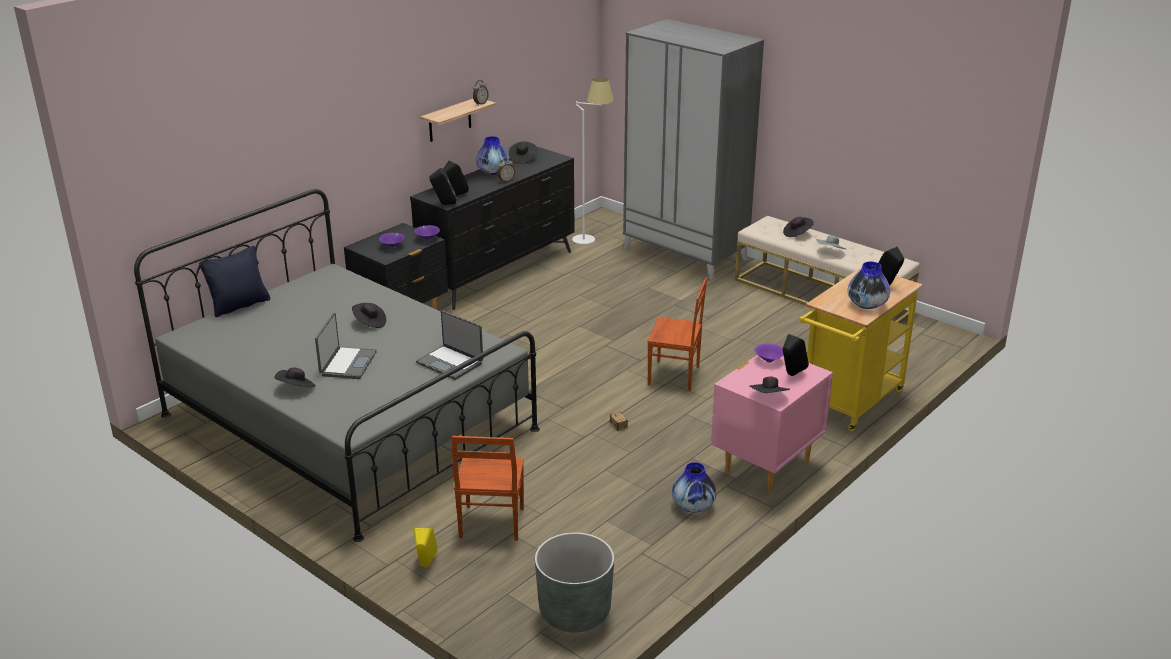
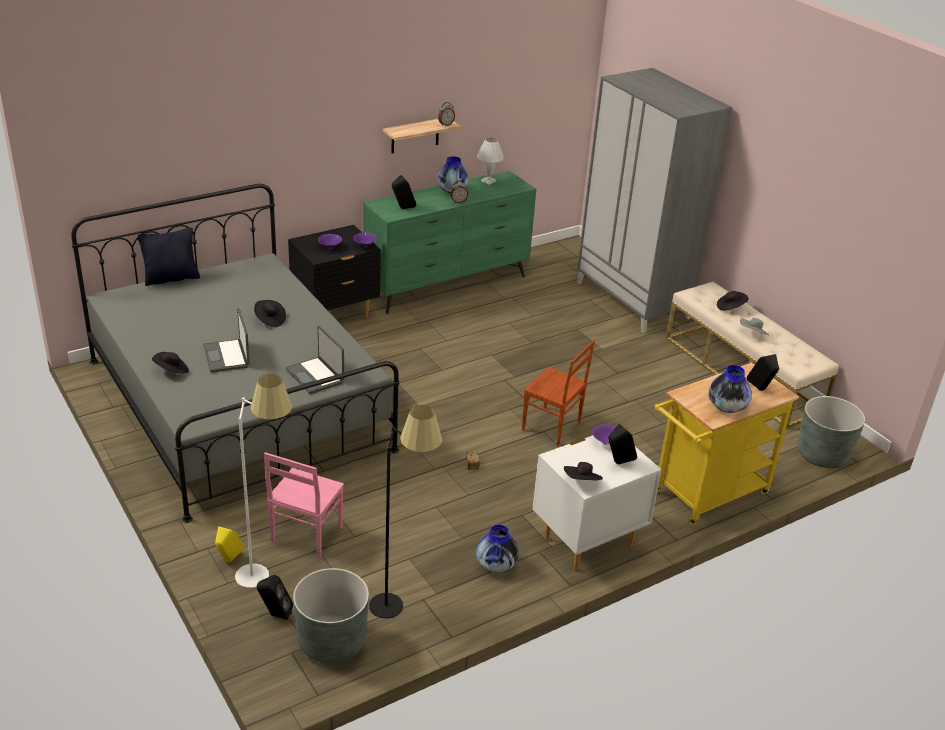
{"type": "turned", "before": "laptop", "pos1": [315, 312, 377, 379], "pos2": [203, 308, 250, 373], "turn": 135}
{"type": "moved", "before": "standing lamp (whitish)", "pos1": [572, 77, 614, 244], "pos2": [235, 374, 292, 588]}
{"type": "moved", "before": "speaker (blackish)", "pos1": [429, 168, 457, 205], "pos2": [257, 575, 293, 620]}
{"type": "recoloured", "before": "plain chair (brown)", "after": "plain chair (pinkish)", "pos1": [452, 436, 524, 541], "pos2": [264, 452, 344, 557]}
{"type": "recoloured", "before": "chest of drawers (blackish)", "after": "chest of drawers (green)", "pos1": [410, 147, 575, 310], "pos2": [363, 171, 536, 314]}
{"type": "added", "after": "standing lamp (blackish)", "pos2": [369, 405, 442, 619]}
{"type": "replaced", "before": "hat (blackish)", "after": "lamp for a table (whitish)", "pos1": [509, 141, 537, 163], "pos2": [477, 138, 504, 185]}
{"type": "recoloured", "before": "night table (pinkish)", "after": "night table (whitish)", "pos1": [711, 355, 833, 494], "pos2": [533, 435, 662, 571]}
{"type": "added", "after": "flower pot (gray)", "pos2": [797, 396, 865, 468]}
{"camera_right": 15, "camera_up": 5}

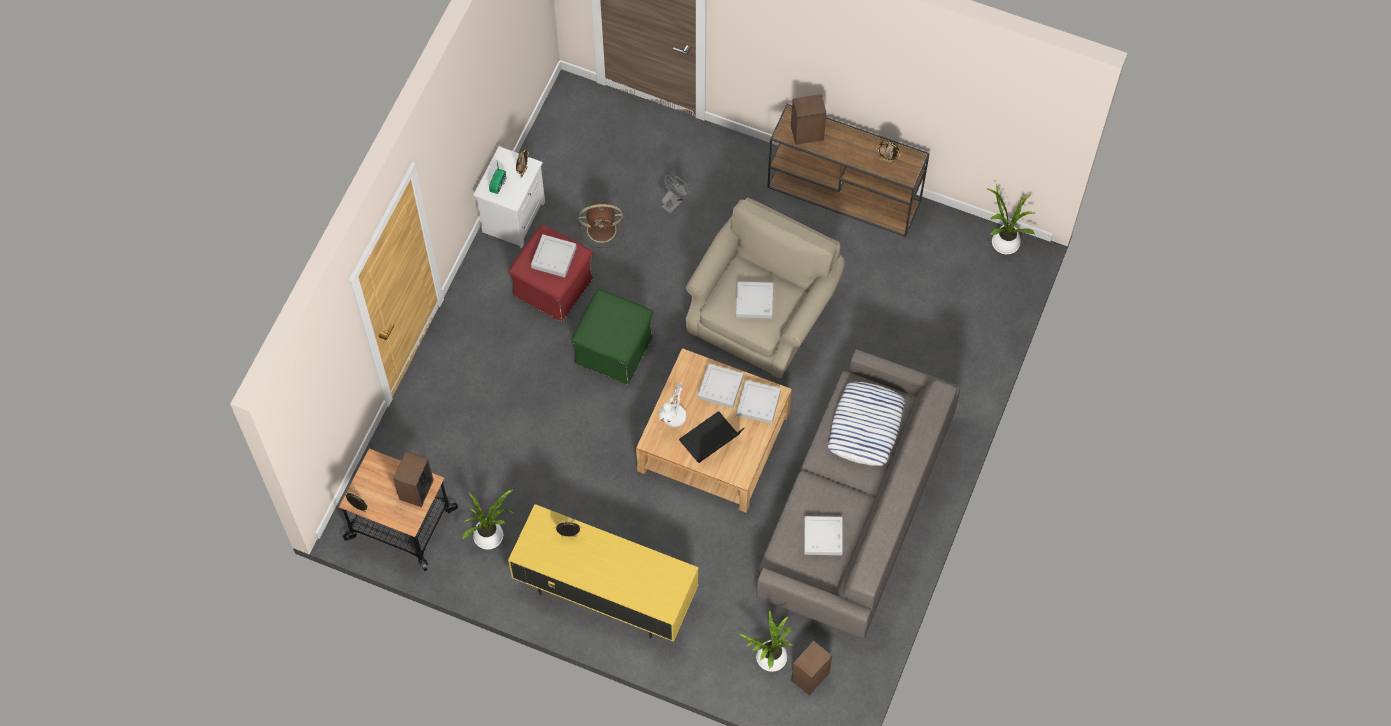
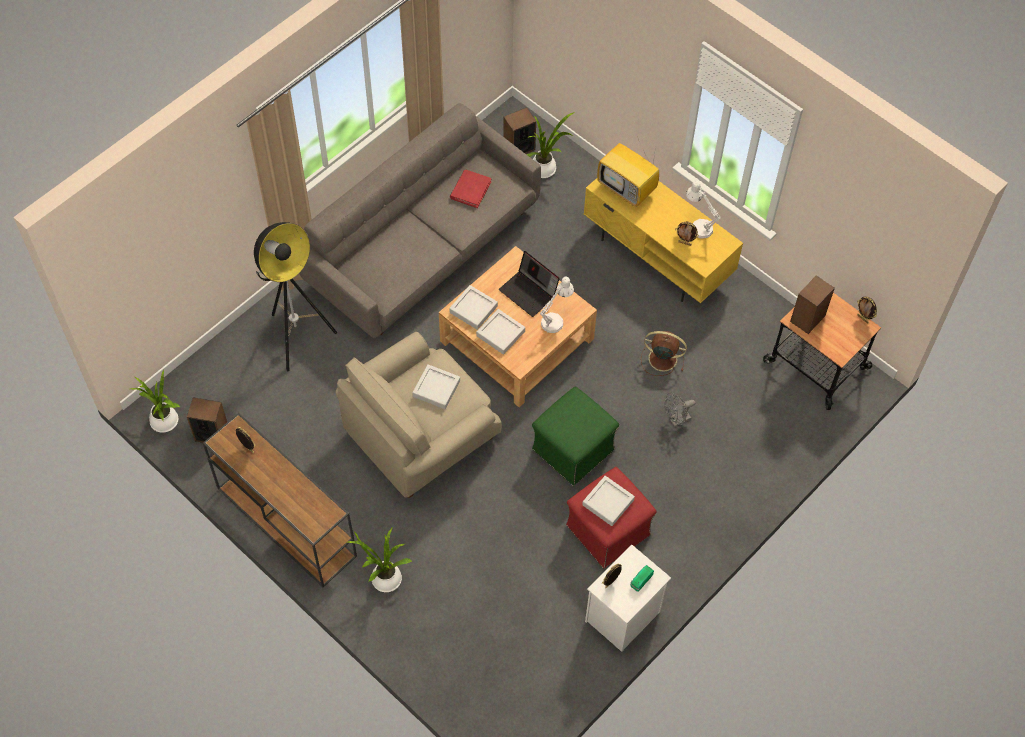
{"type": "moved", "before": "speaker", "pos1": [791, 94, 827, 145], "pos2": [187, 398, 227, 443]}
{"type": "added", "after": "standing lamp", "pos2": [254, 222, 337, 371]}
{"type": "moved", "before": "houseplant", "pos1": [462, 489, 513, 549], "pos2": [346, 528, 413, 592]}
{"type": "replaced", "before": "tray (gray)", "after": "volume (reddish)", "pos1": [804, 516, 843, 555], "pos2": [450, 170, 491, 208]}
{"type": "turned", "before": "laptop", "pos1": [679, 411, 744, 463], "pos2": [499, 251, 560, 317], "turn": 60}
{"type": "added", "after": "television", "pos2": [597, 139, 659, 207]}
{"type": "moved", "before": "electric fan (brown)", "pos1": [578, 202, 624, 248], "pos2": [641, 331, 687, 376]}
{"type": "moved", "before": "electric fan (gray)", "pos1": [661, 175, 690, 214], "pos2": [664, 392, 695, 427]}
{"type": "added", "after": "lamp for a table (whitish)", "pos2": [686, 181, 721, 239]}
{"type": "removed", "before": "throw pillow", "pos1": [828, 382, 905, 466]}
{"camera_right": -160, "camera_up": -5}

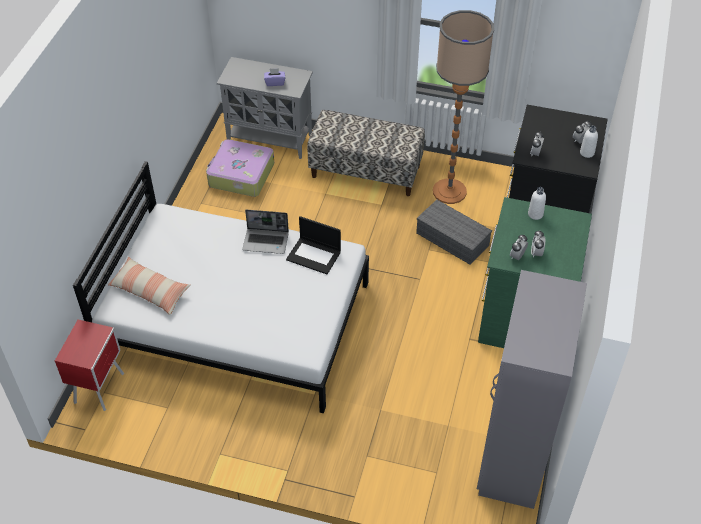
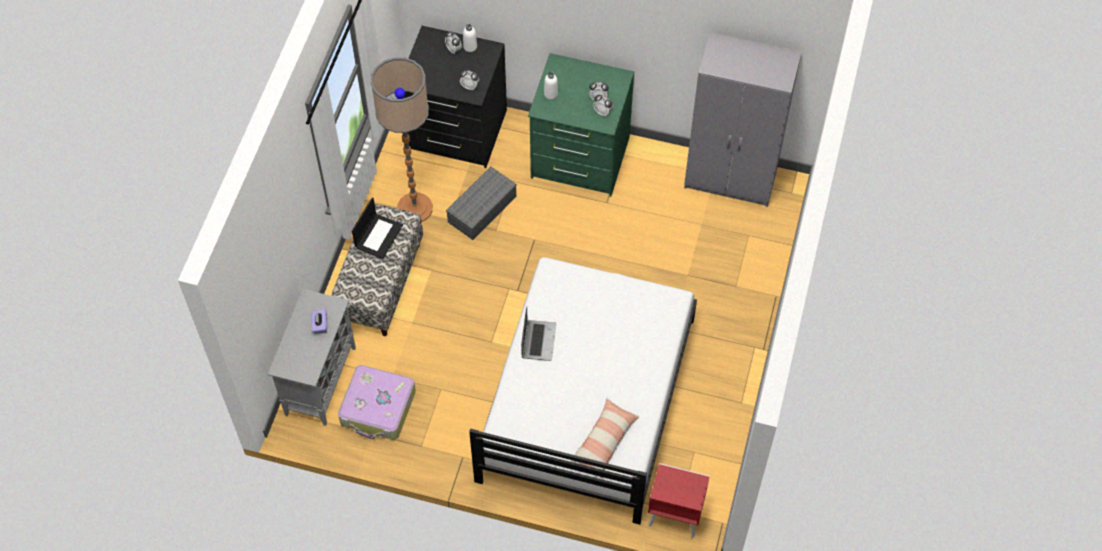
{"type": "moved", "before": "laptop", "pos1": [286, 216, 341, 274], "pos2": [352, 198, 403, 259]}
{"camera_right": -90, "camera_up": 10}

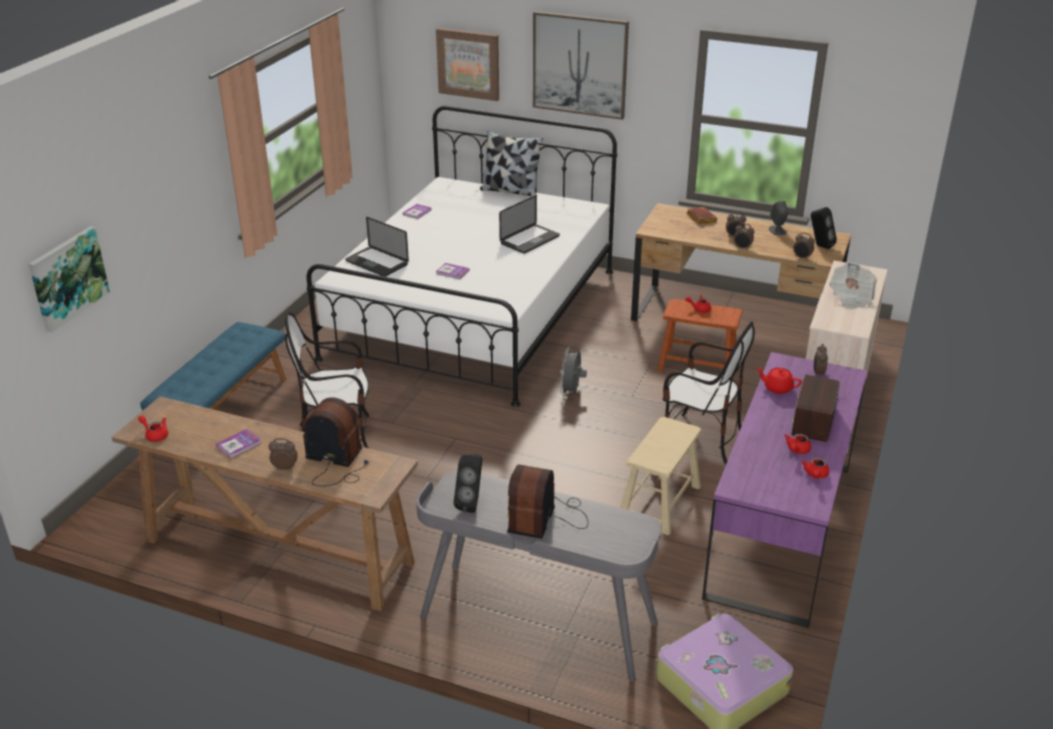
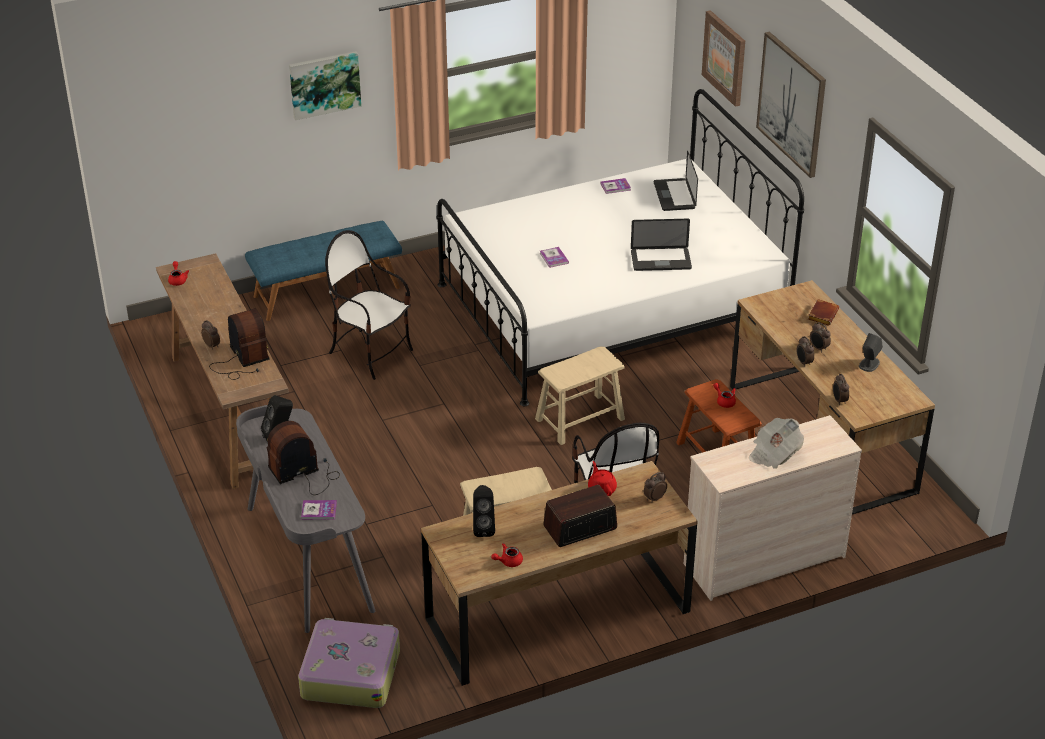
{"type": "moved", "before": "wall picture", "pos1": [28, 226, 110, 333], "pos2": [289, 51, 361, 120]}
{"type": "moved", "before": "volume", "pos1": [216, 429, 261, 458], "pos2": [301, 500, 337, 520]}
{"type": "recoloured", "before": "desk (purplish)", "after": "desk (brown)", "pos1": [702, 352, 867, 629], "pos2": [421, 461, 698, 686]}
{"type": "moved", "before": "speaker (blackish)", "pos1": [811, 207, 837, 249], "pos2": [473, 485, 495, 537]}
{"type": "replaced", "before": "electric fan (gray)", "after": "sitting stool (sand-coloured)", "pos1": [559, 347, 587, 396], "pos2": [535, 347, 625, 445]}
{"type": "moved", "before": "laptop", "pos1": [345, 217, 409, 277], "pos2": [654, 150, 698, 211]}
{"type": "removed", "before": "throw pillow", "pos1": [480, 131, 543, 196]}
{"type": "removed", "before": "teapot (reddish)", "pos1": [784, 434, 811, 454]}
{"camera_right": 45, "camera_up": 5}

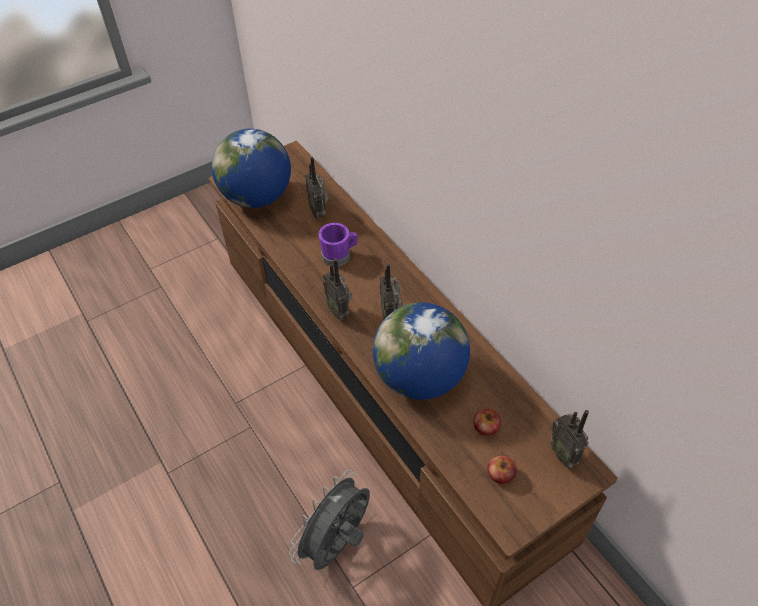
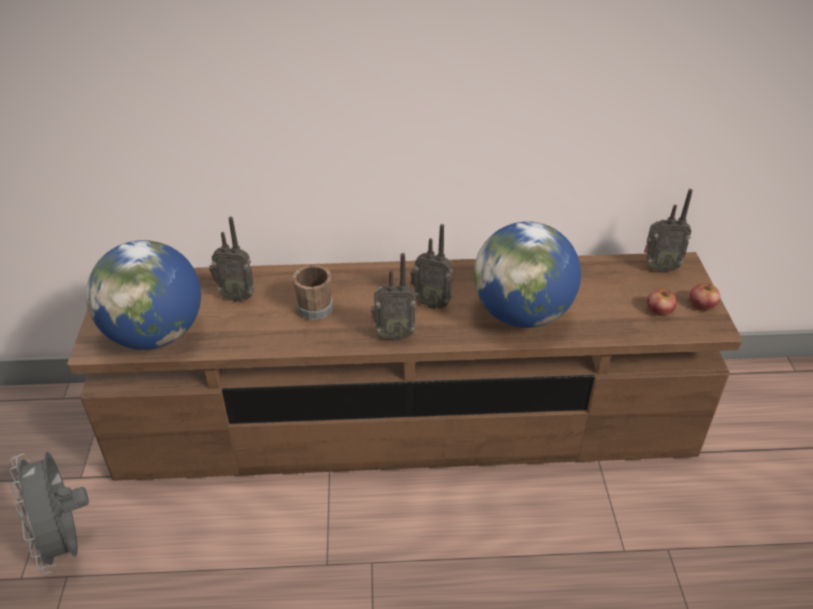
{"type": "moved", "before": "electric fan (gray)", "pos1": [289, 470, 370, 570], "pos2": [9, 452, 89, 574]}
{"type": "recoloured", "before": "mug (purplish)", "after": "mug (brown)", "pos1": [318, 223, 357, 267], "pos2": [293, 265, 333, 320]}
{"type": "moved", "before": "whole apple", "pos1": [473, 409, 501, 436], "pos2": [690, 283, 720, 311]}
{"camera_right": -60, "camera_up": -10}

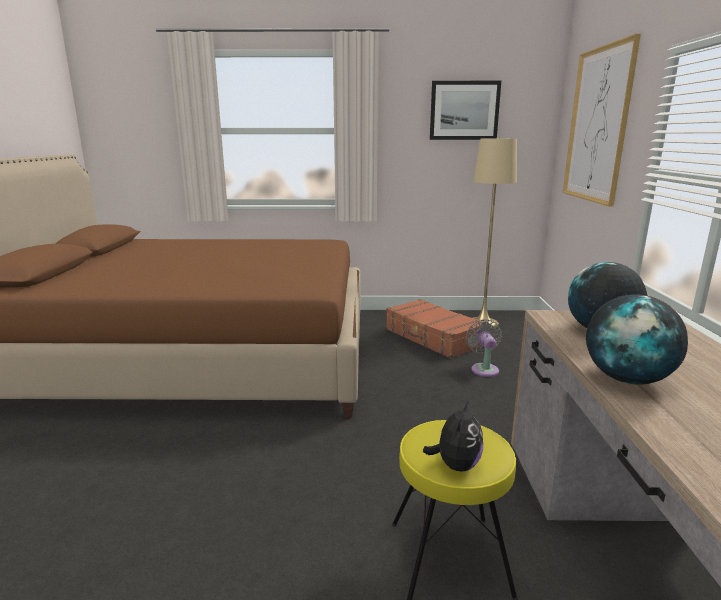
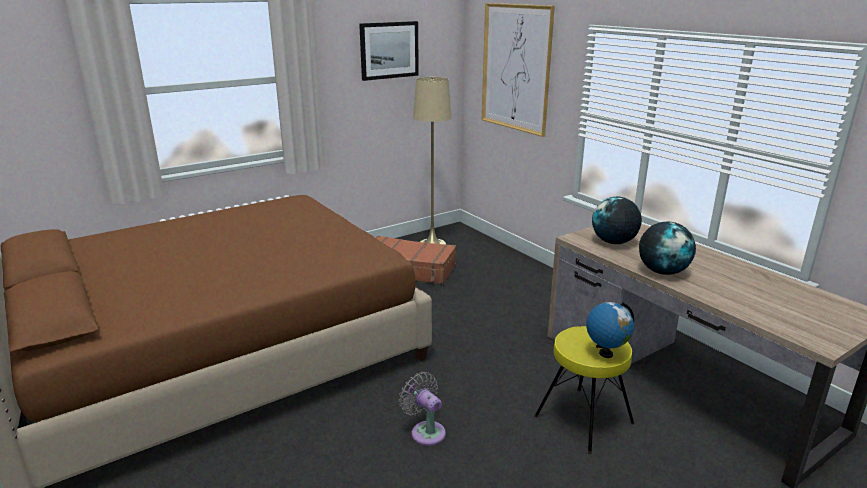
{"type": "moved", "before": "electric fan (gray)", "pos1": [466, 319, 502, 377], "pos2": [399, 372, 446, 446]}
{"type": "replaced", "before": "plush toy", "after": "desk globe", "pos1": [423, 400, 483, 472], "pos2": [586, 302, 634, 358]}
{"camera_right": -35, "camera_up": 5}

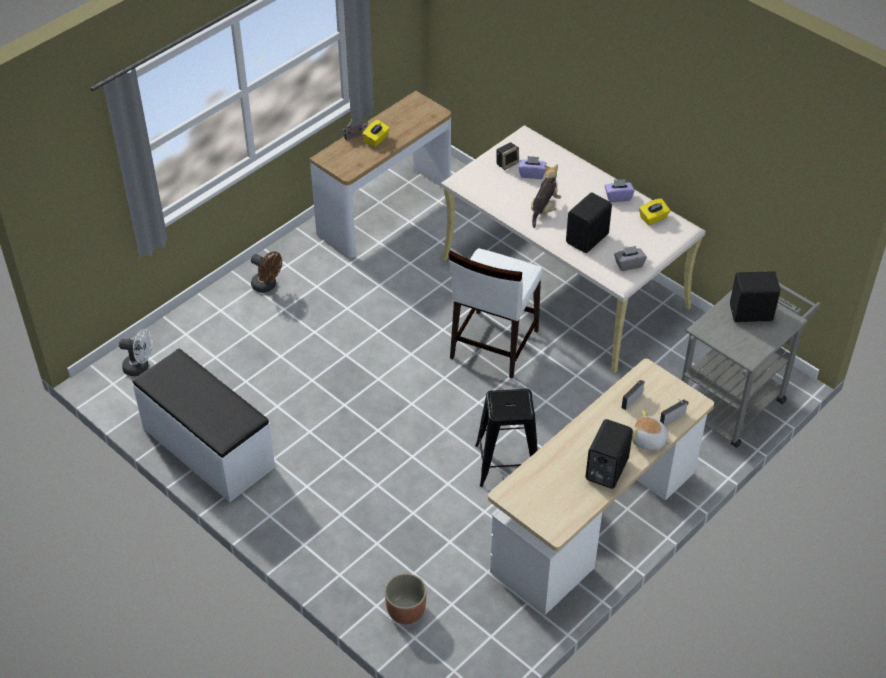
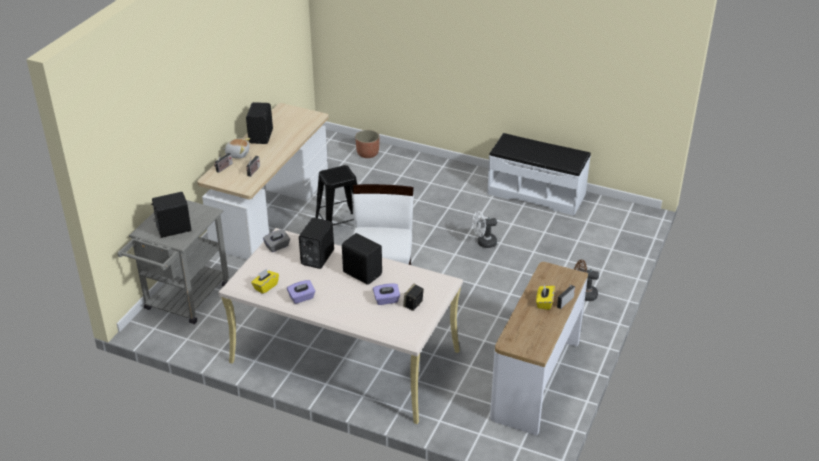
{"type": "replaced", "before": "plush toy", "after": "speaker (blackish)", "pos1": [531, 165, 561, 228], "pos2": [342, 233, 382, 285]}
{"type": "moved", "before": "electric fan (whitish)", "pos1": [119, 329, 153, 376], "pos2": [472, 211, 497, 248]}
{"camera_right": 160, "camera_up": -10}

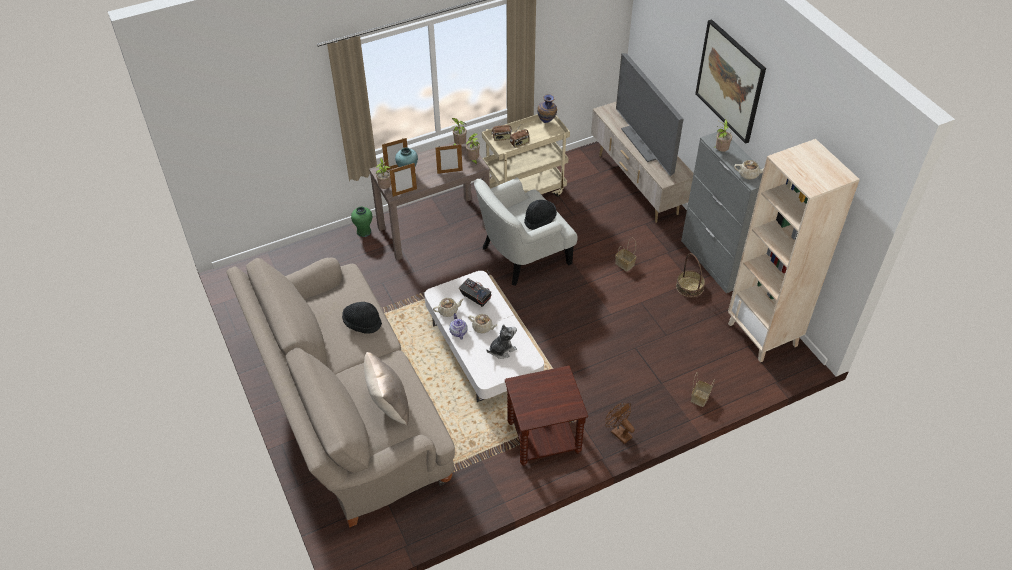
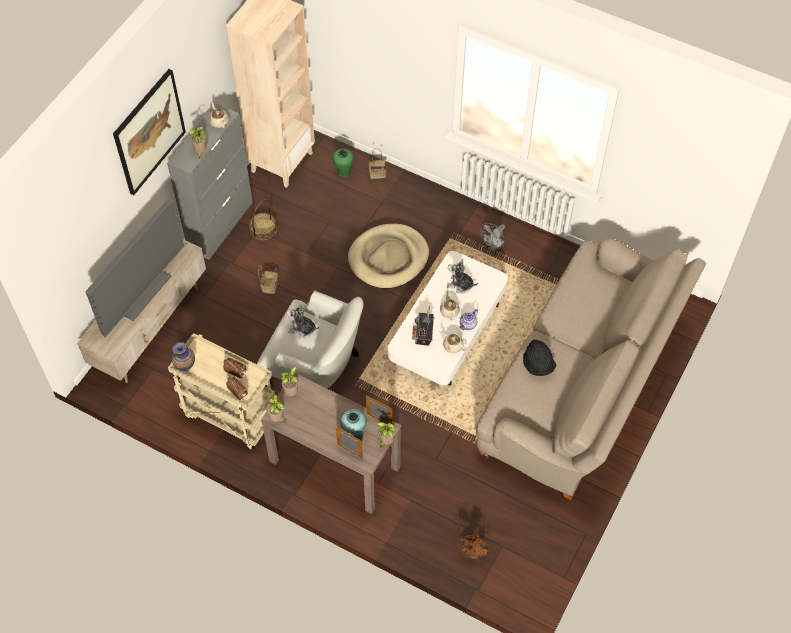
{"type": "replaced", "before": "hat (blackish)", "after": "plush toy", "pos1": [524, 200, 557, 230], "pos2": [287, 304, 320, 338]}
{"type": "moved", "before": "flower vase (green)", "pos1": [351, 207, 372, 237], "pos2": [333, 149, 354, 178]}
{"type": "added", "after": "dog cushion (sand-coloured)", "pos2": [348, 224, 429, 289]}
{"type": "moved", "before": "electric fan (brown)", "pos1": [605, 403, 635, 444], "pos2": [457, 527, 490, 559]}
{"type": "replaced", "before": "side table (brown)", "after": "electric fan (gray)", "pos1": [505, 366, 588, 466], "pos2": [480, 223, 505, 253]}
{"type": "removed", "before": "throw pillow (sand-coloured)", "pos1": [364, 352, 409, 426]}
{"type": "removed", "before": "photo frame", "pos1": [435, 144, 463, 174]}
{"camera_right": -125, "camera_up": 10}

